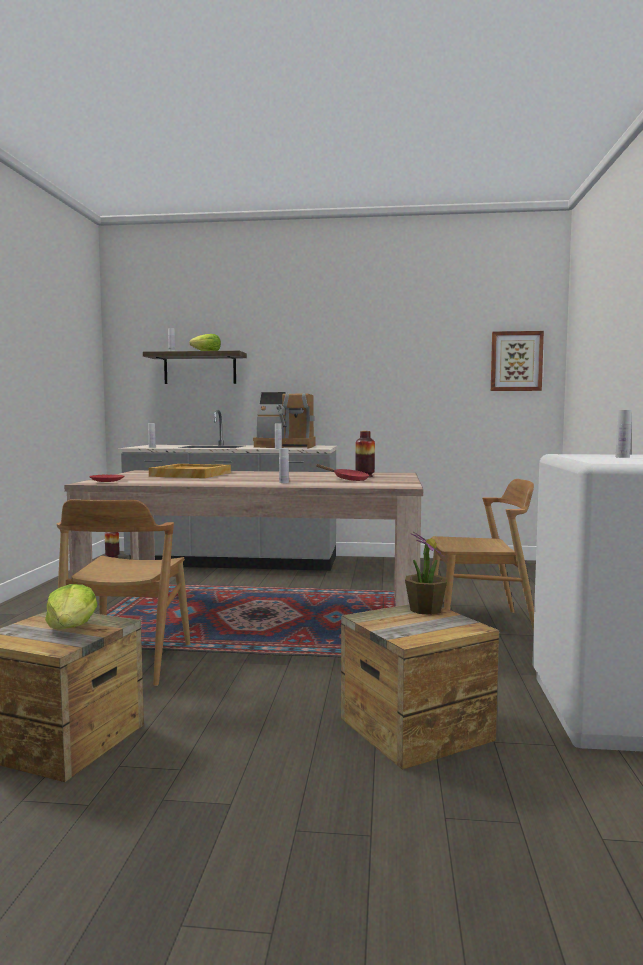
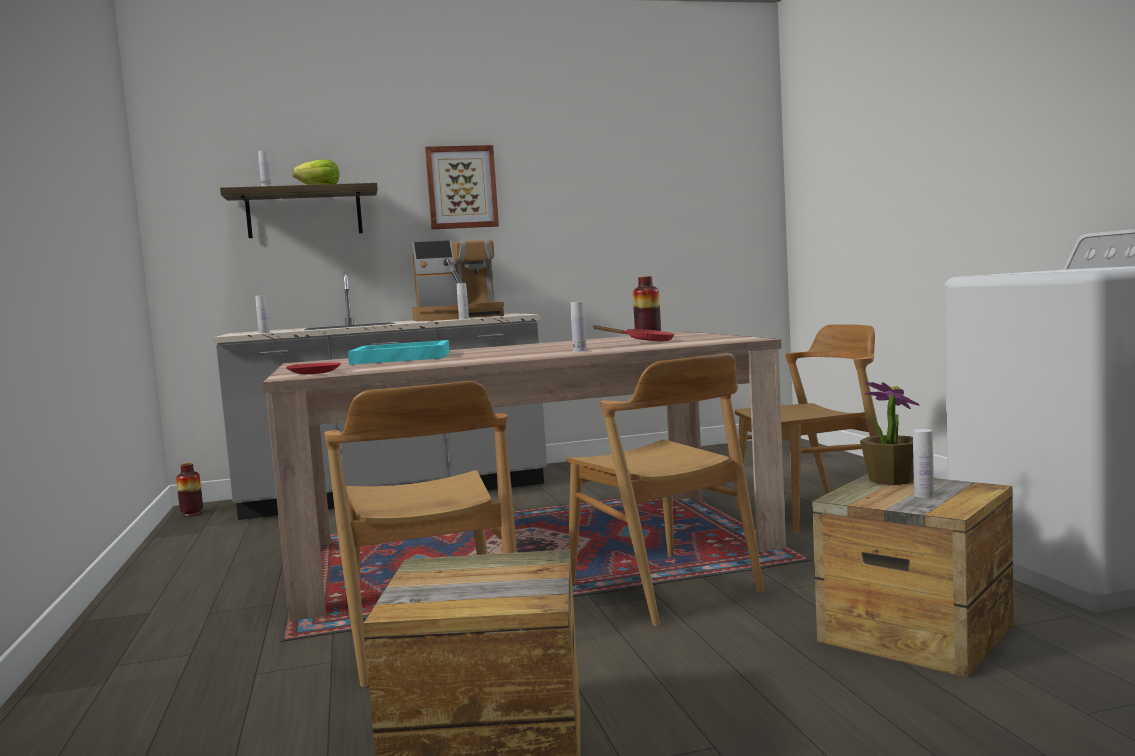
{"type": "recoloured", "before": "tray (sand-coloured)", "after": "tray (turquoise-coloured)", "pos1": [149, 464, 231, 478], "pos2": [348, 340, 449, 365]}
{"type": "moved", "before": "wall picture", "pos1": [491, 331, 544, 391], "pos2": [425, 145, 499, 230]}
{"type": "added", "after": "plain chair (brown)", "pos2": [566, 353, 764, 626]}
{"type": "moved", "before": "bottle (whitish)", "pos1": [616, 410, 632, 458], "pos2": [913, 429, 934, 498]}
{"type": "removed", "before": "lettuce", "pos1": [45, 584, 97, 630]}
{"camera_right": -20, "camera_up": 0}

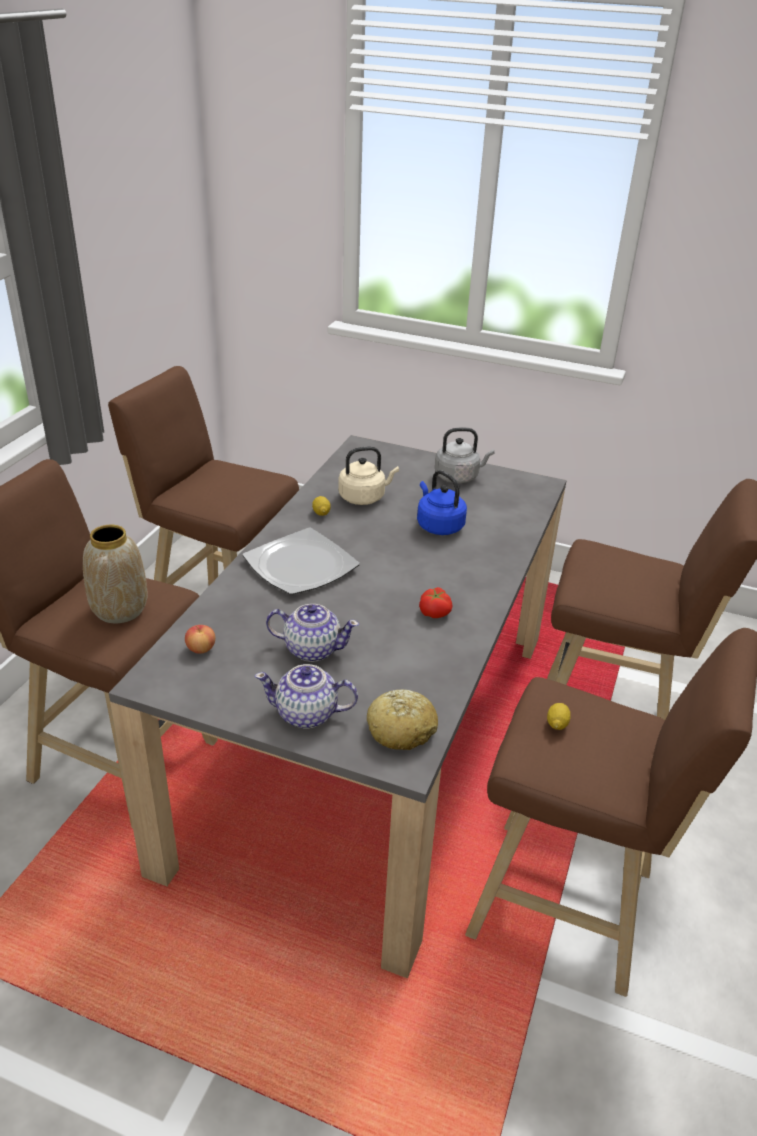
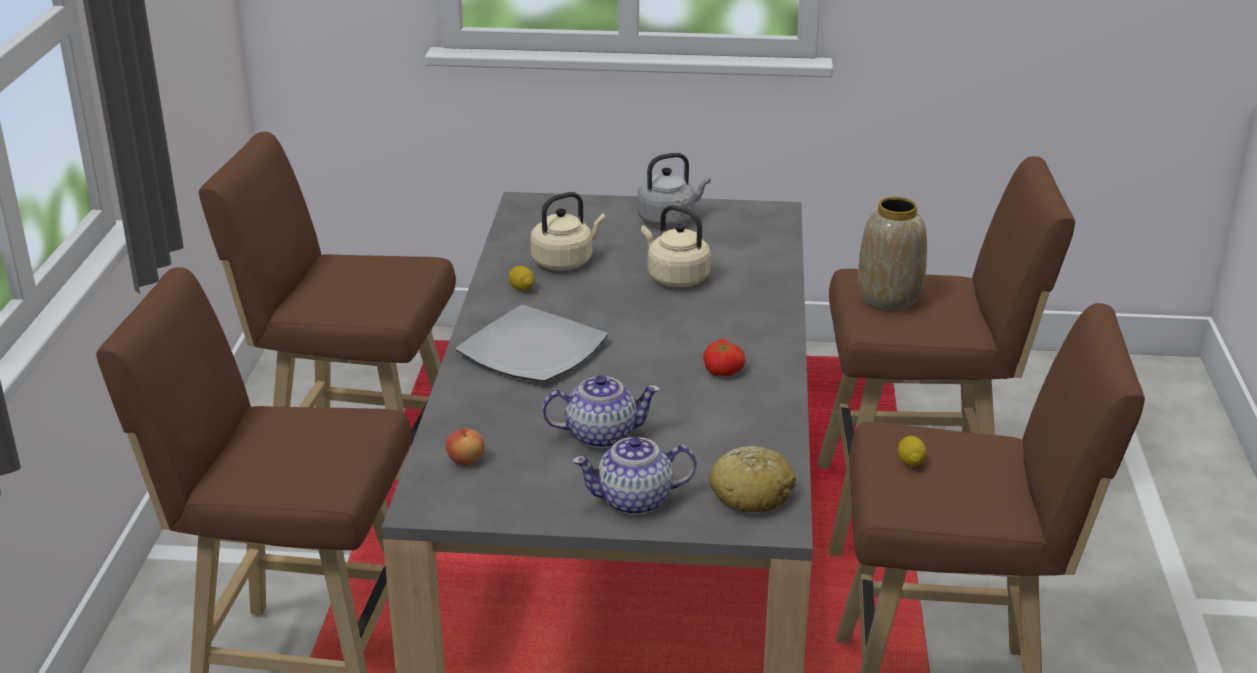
{"type": "recoloured", "before": "tea kettle (bluish)", "after": "tea kettle (sand-coloured)", "pos1": [417, 470, 467, 535], "pos2": [641, 205, 711, 287]}
{"type": "moved", "before": "flower vase", "pos1": [83, 525, 148, 623], "pos2": [858, 197, 927, 311]}
{"camera_right": -15, "camera_up": -5}

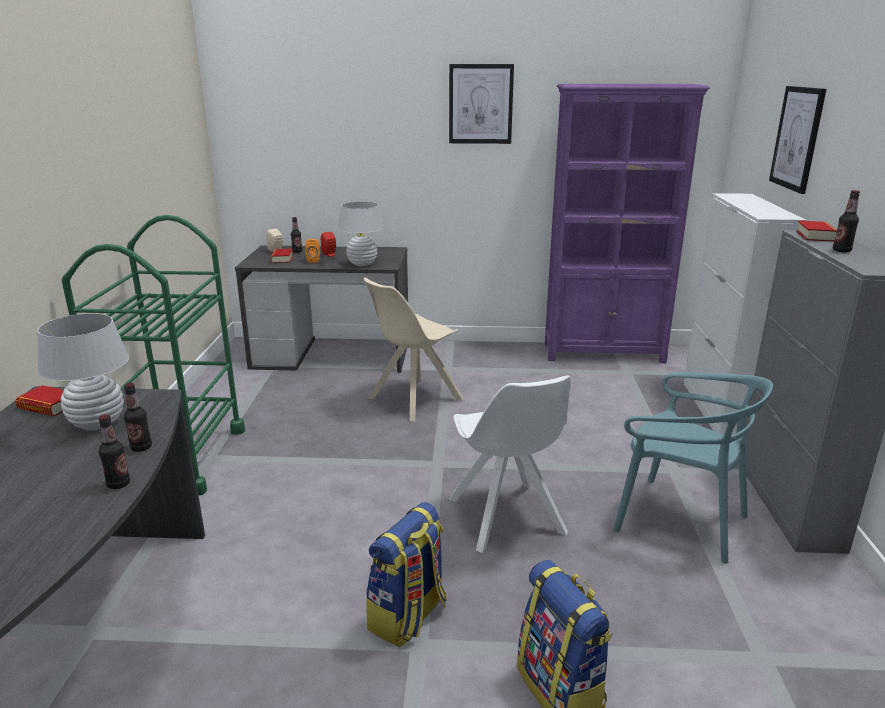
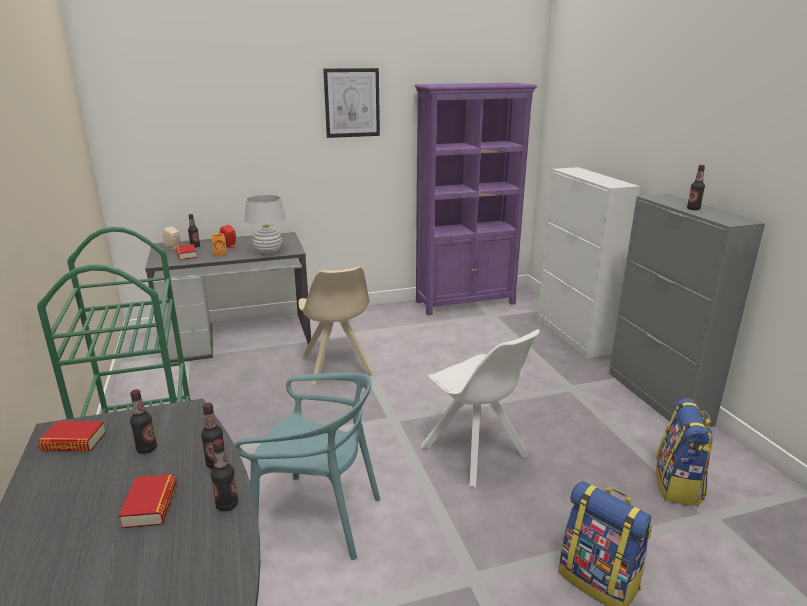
{"type": "moved", "before": "volume", "pos1": [796, 221, 837, 242], "pos2": [119, 474, 177, 528]}
{"type": "replaced", "before": "lamp for a table (whitish)", "after": "bottle", "pos1": [37, 313, 129, 430], "pos2": [130, 389, 157, 454]}
{"type": "moved", "before": "plain chair (turquoise-coloured)", "pos1": [613, 372, 773, 564], "pos2": [234, 373, 380, 560]}
{"type": "turned", "before": "plain chair (sand-coloured)", "pos1": [364, 278, 463, 421], "pos2": [299, 267, 374, 385], "turn": -45}
{"type": "moved", "before": "rucksack", "pos1": [366, 502, 447, 647], "pos2": [656, 398, 713, 506]}
{"type": "removed", "before": "wall picture", "pos1": [769, 86, 826, 194]}
{"camera_right": -20, "camera_up": 0}

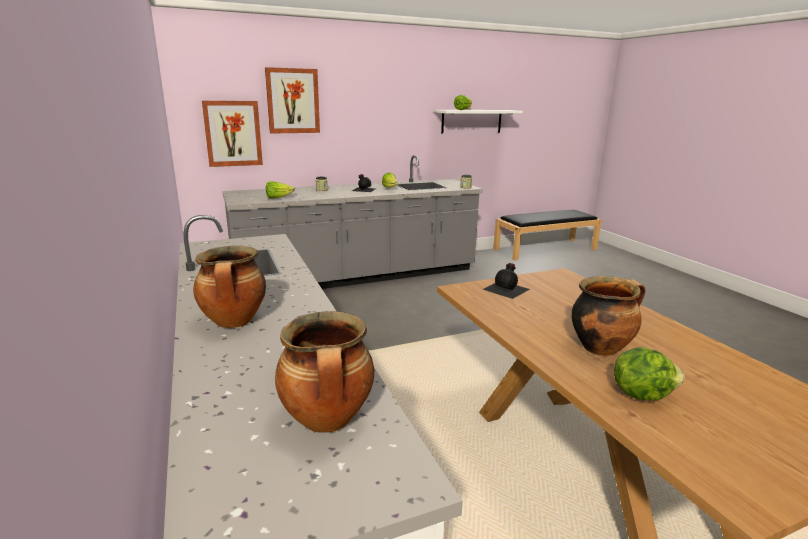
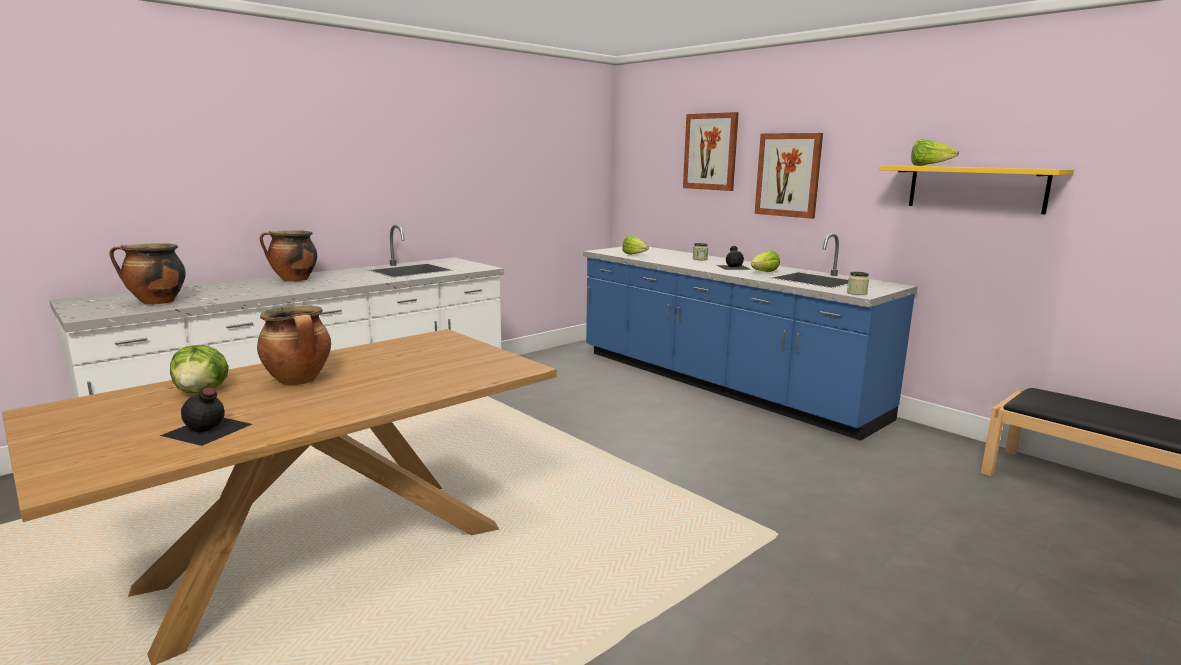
{"type": "moved", "before": "bottle (blackish)", "pos1": [483, 263, 530, 299], "pos2": [160, 388, 252, 446]}
{"type": "recoloured", "before": "kitchen counter (gray)", "after": "kitchen counter (bluish)", "pos1": [222, 155, 482, 289], "pos2": [583, 233, 918, 441]}
{"type": "moved", "before": "wall picture", "pos1": [202, 101, 263, 167], "pos2": [755, 133, 823, 219]}
{"type": "recoloured", "before": "bracket shelf (whitish)", "after": "bracket shelf (yellow)", "pos1": [435, 110, 523, 133], "pos2": [879, 166, 1074, 214]}
{"camera_right": 70, "camera_up": -5}

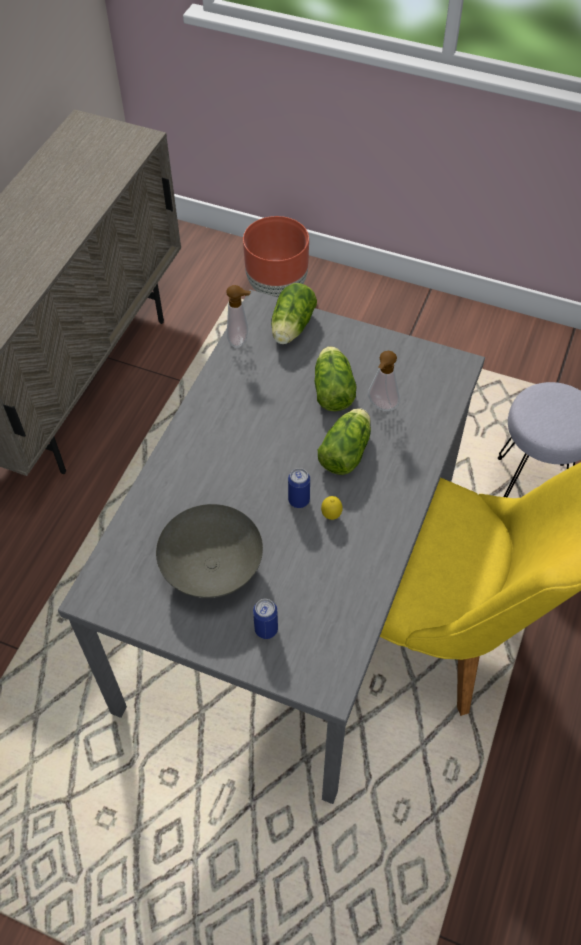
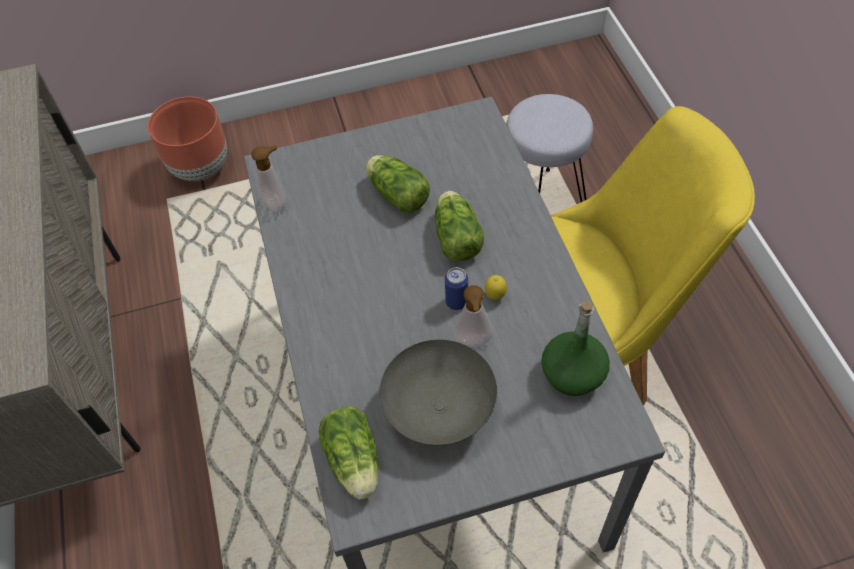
{"type": "moved", "before": "lettuce", "pos1": [271, 283, 317, 344], "pos2": [319, 407, 379, 499]}
{"type": "moved", "before": "soap dispenser", "pos1": [368, 351, 400, 411], "pos2": [454, 285, 494, 347]}
{"type": "added", "after": "bottle (green)", "pos2": [541, 301, 610, 396]}
{"type": "removed", "before": "sealed can", "pos1": [253, 599, 278, 639]}
{"camera_right": -35, "camera_up": 0}

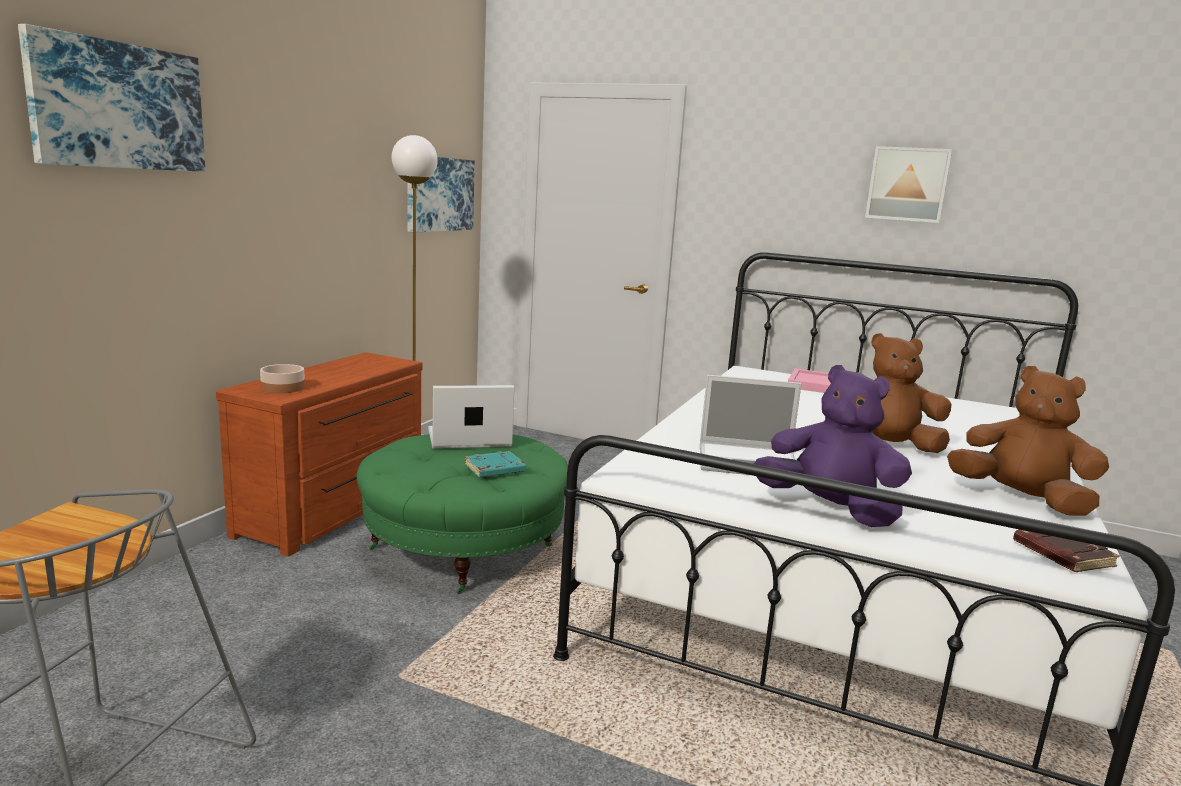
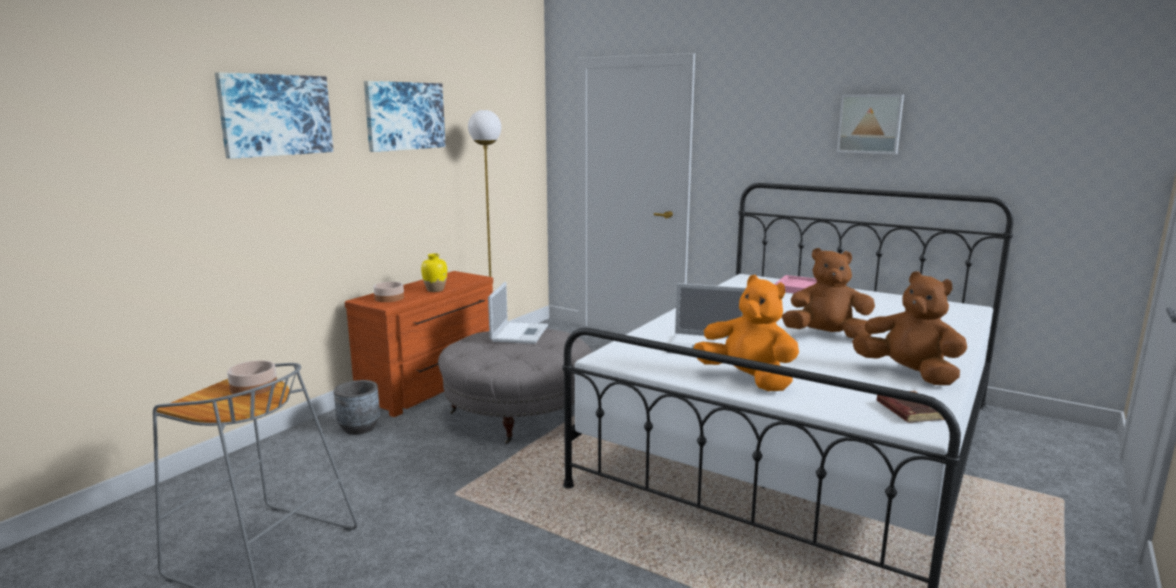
{"type": "added", "after": "bowl", "pos2": [227, 360, 277, 396]}
{"type": "added", "after": "flower pot (gray)", "pos2": [334, 380, 380, 435]}
{"type": "moved", "before": "wall picture", "pos1": [407, 157, 475, 232], "pos2": [364, 81, 446, 152]}
{"type": "added", "after": "flower vase (yellow)", "pos2": [421, 253, 447, 292]}
{"type": "recoloured", "before": "pouffe (green)", "after": "pouffe (gray)", "pos1": [357, 434, 568, 594], "pos2": [438, 329, 592, 444]}
{"type": "turned", "before": "laptop", "pos1": [428, 385, 514, 449], "pos2": [488, 282, 548, 344], "turn": 105}
{"type": "recoloured", "before": "plush toy (purplish)", "after": "plush toy (orange)", "pos1": [754, 365, 912, 527], "pos2": [693, 275, 799, 391]}
{"type": "removed", "before": "volume (turquoise-coloured)", "pos1": [465, 451, 526, 477]}
{"camera_right": 10, "camera_up": 0}

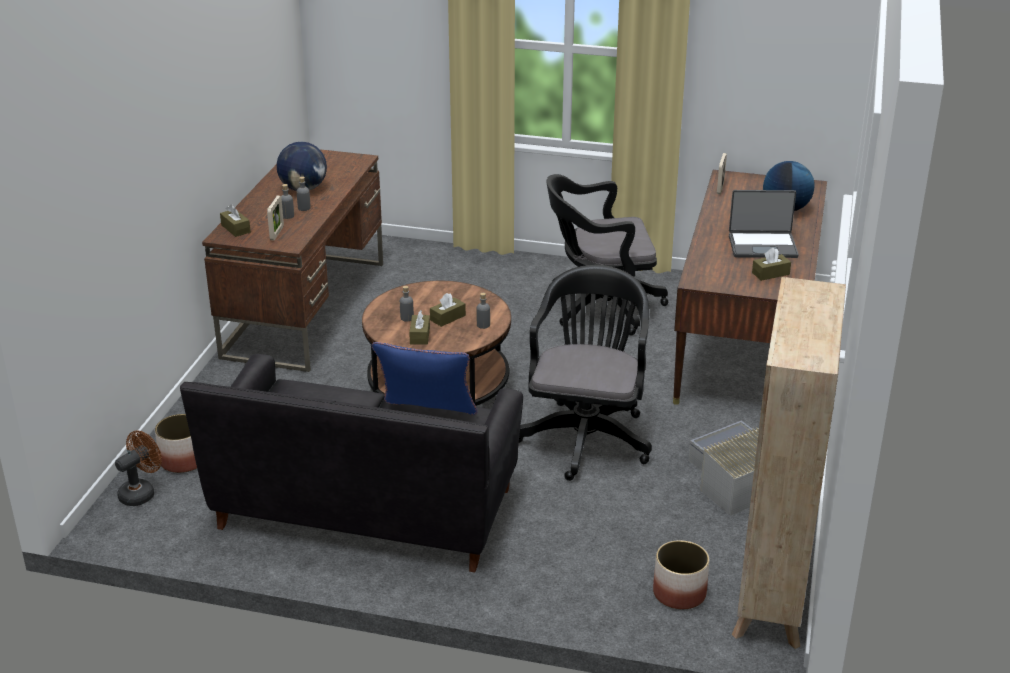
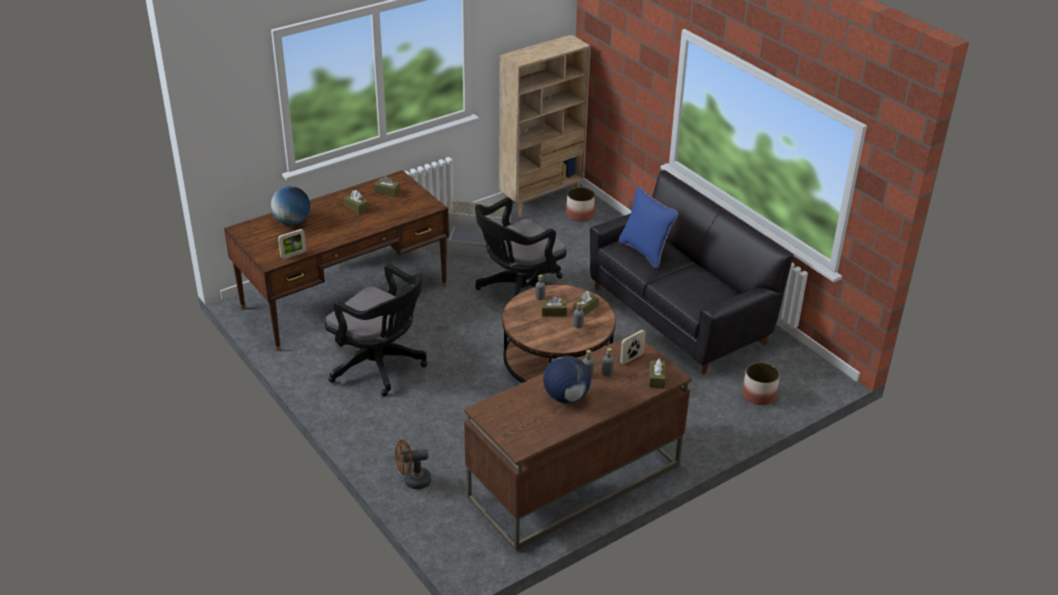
{"type": "replaced", "before": "laptop", "after": "box of tissues (brown)", "pos1": [729, 190, 799, 258], "pos2": [344, 190, 369, 214]}
{"type": "moved", "before": "electric fan (brown)", "pos1": [115, 430, 162, 506], "pos2": [395, 439, 431, 489]}
{"camera_right": -140, "camera_up": 5}

